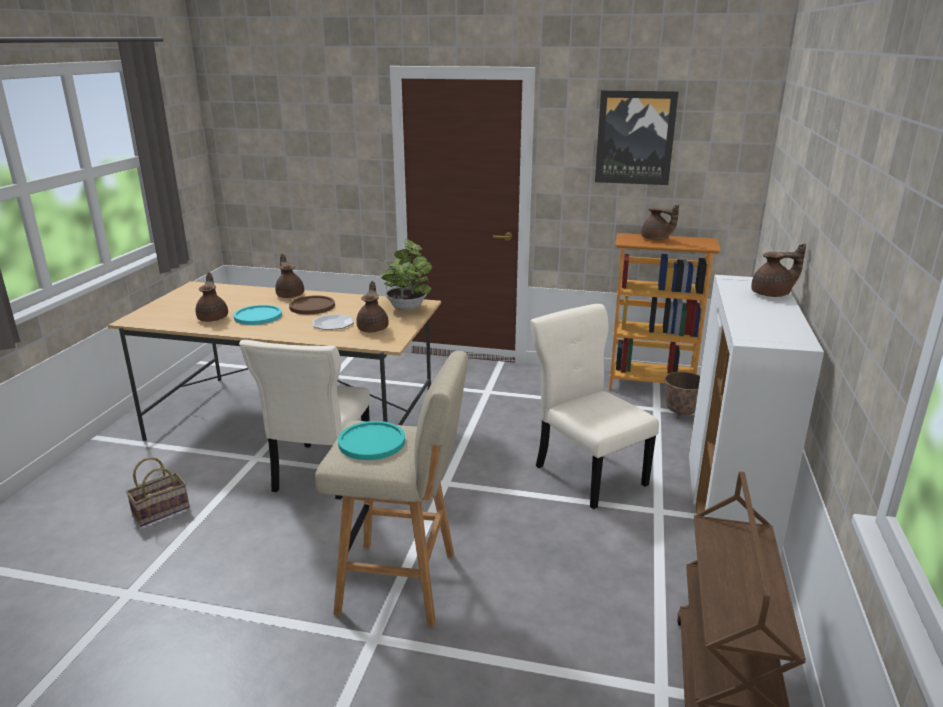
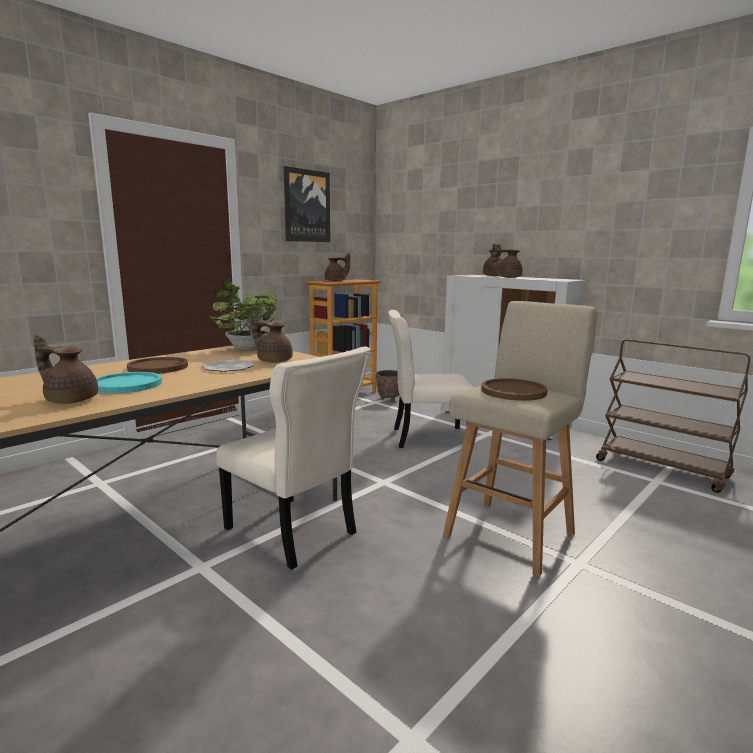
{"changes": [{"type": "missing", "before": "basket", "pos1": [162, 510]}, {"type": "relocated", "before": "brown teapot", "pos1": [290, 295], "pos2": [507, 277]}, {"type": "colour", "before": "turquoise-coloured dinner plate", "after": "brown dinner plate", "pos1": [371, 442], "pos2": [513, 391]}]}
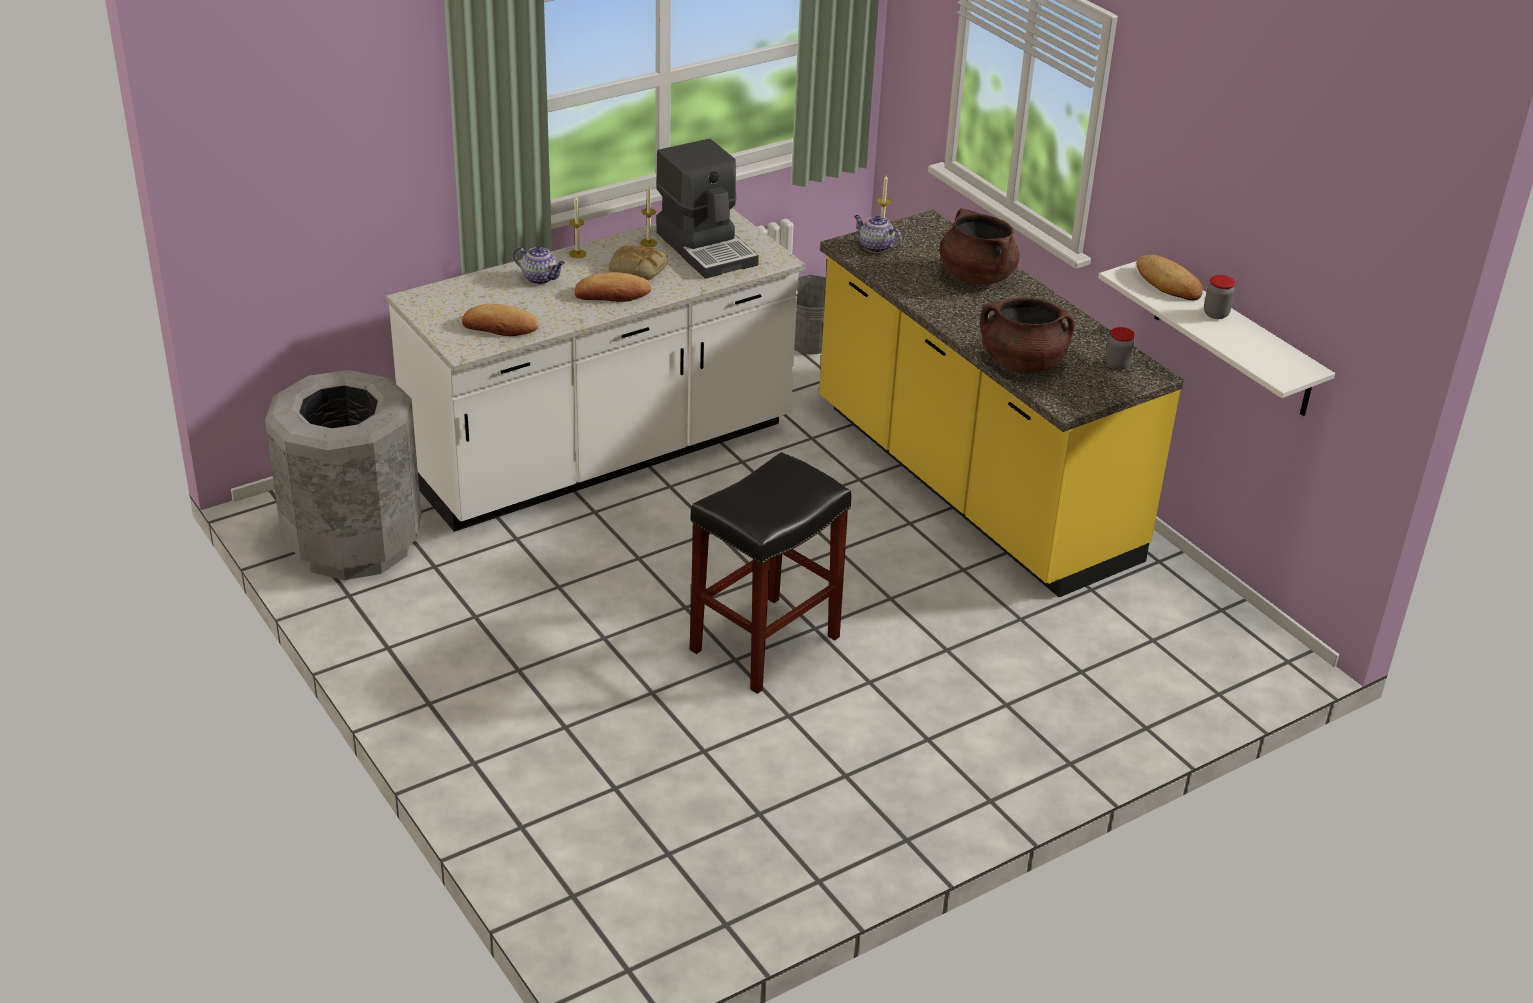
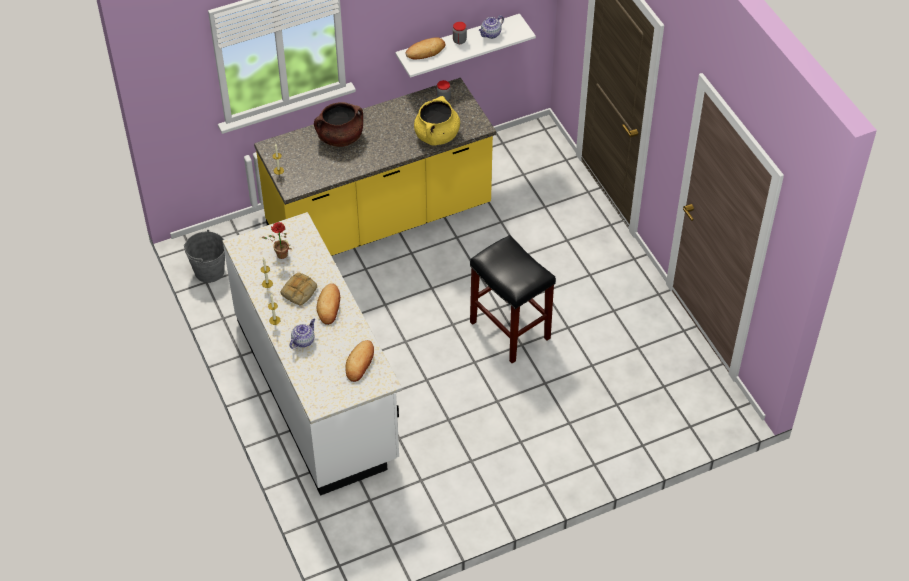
{"changes": [{"type": "missing", "before": "greyish trash can", "pos1": [353, 544]}, {"type": "relocated", "before": "teapot", "pos1": [875, 247], "pos2": [490, 34]}, {"type": "exchanged", "before": "coffee machine", "after": "houseplant", "pos1": [707, 248], "pos2": [279, 255]}, {"type": "colour", "before": "brown saucepot", "after": "yellow-coloured saucepot", "pos1": [1022, 363], "pos2": [437, 135]}]}
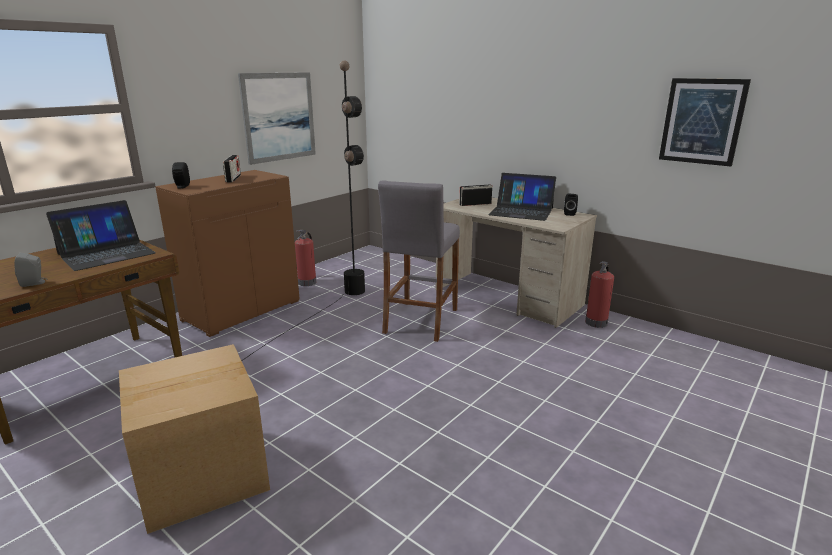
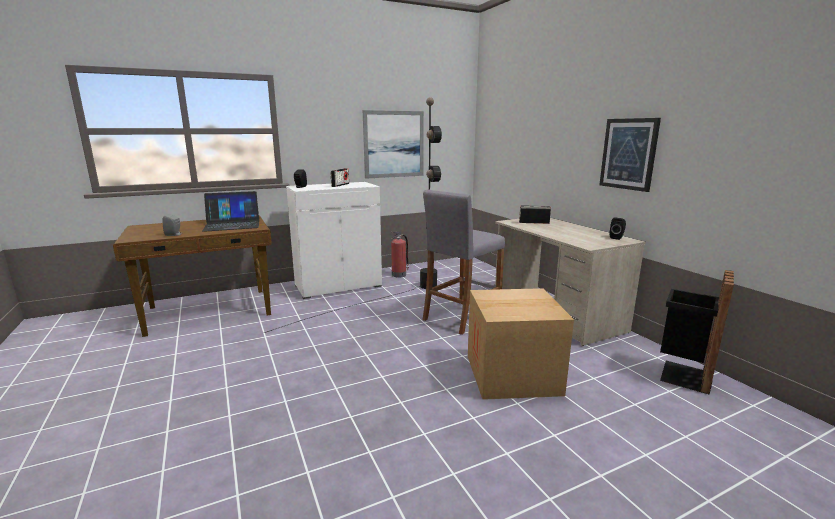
{"changes": [{"type": "missing", "before": "laptop", "pos1": [521, 211]}, {"type": "missing", "before": "fire extinguisher", "pos1": [596, 322]}, {"type": "appeared", "after": "black-coloured trash can", "pos2": [682, 375]}, {"type": "relocated", "before": "carton", "pos1": [202, 474], "pos2": [512, 375]}, {"type": "relocated", "before": "wall picture", "pos1": [702, 121], "pos2": [628, 154]}, {"type": "colour", "before": "brown cupboard", "after": "whitish cupboard", "pos1": [242, 310], "pos2": [338, 285]}]}
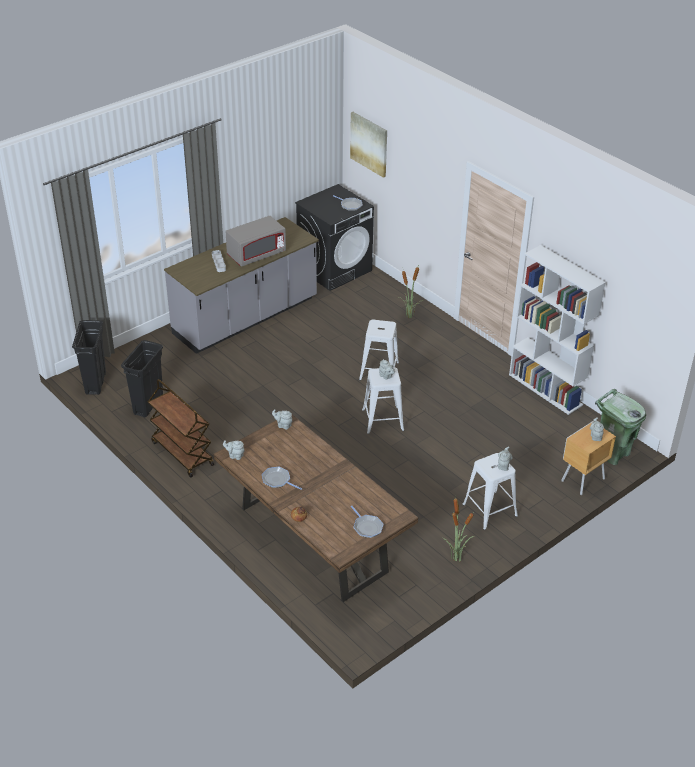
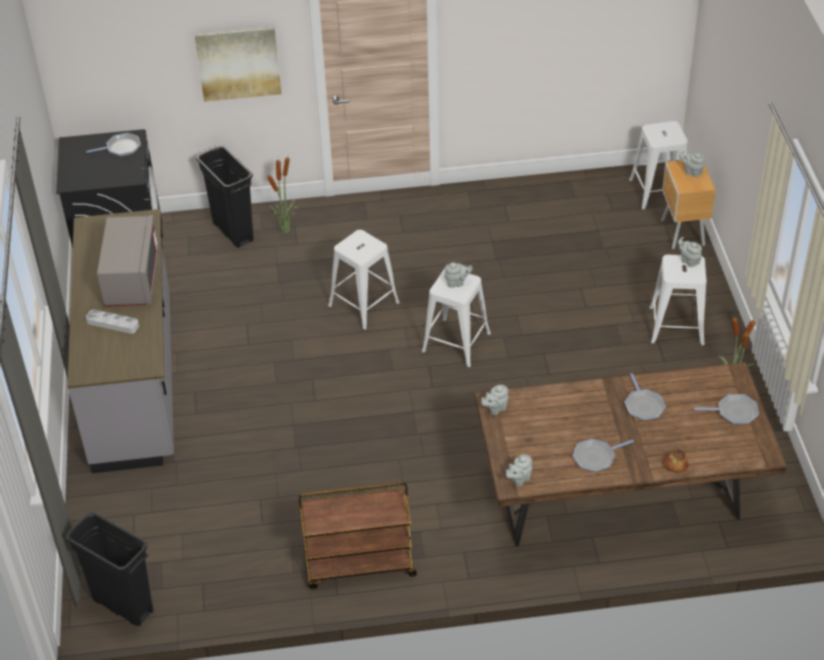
{"changes": [{"type": "missing", "before": "whitish bookcase", "pos1": [546, 390]}, {"type": "appeared", "after": "skillet", "pos2": [643, 406]}, {"type": "relocated", "before": "black-coloured trash can", "pos1": [148, 405], "pos2": [233, 232]}, {"type": "relocated", "before": "wall picture", "pos1": [369, 144], "pos2": [238, 63]}, {"type": "exchanged", "before": "green-coloured trash can", "after": "whitish stool seat", "pos1": [612, 453], "pos2": [658, 191]}]}
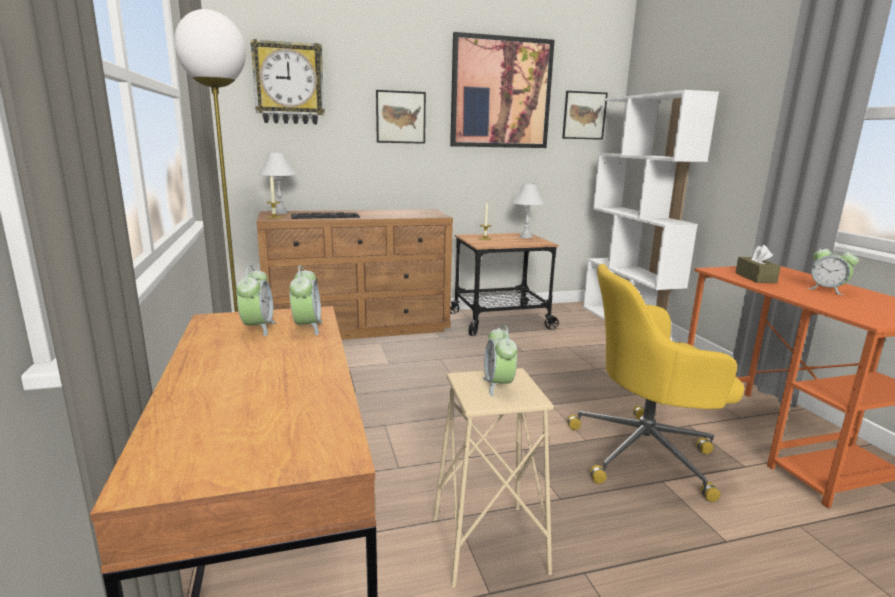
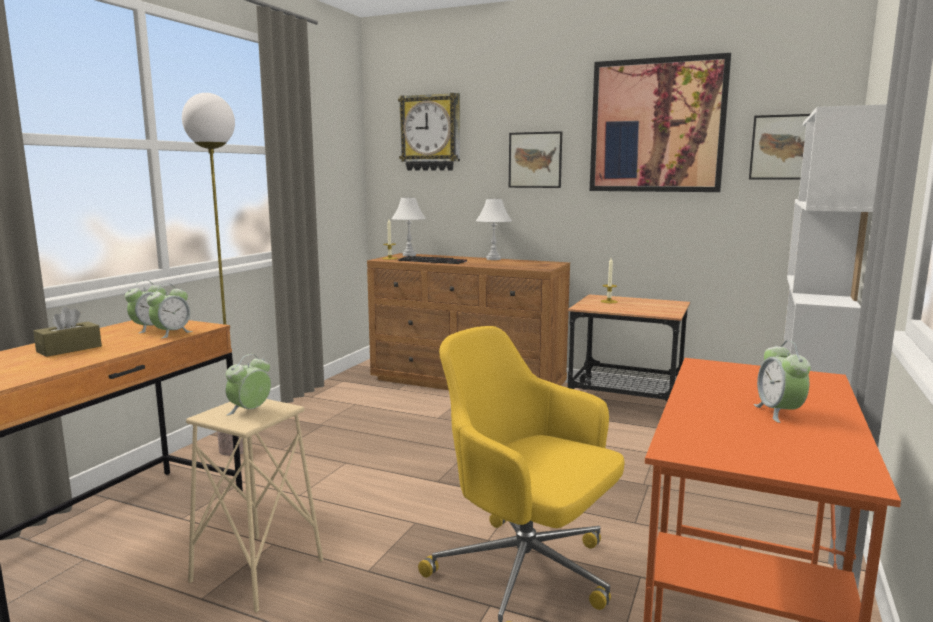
{"changes": [{"type": "relocated", "before": "whitish tabletop lamp", "pos1": [525, 237], "pos2": [493, 259]}, {"type": "relocated", "before": "brown tissue box", "pos1": [755, 278], "pos2": [69, 349]}]}
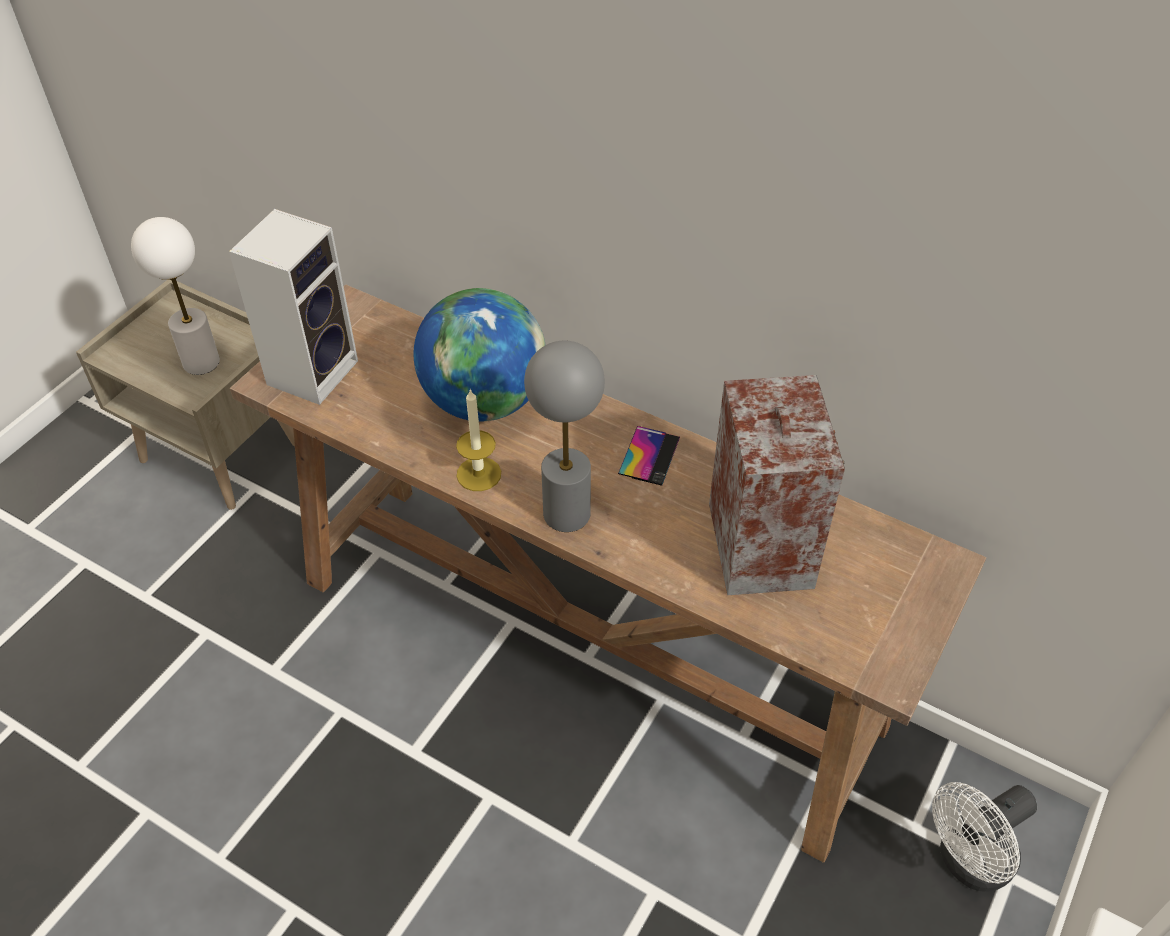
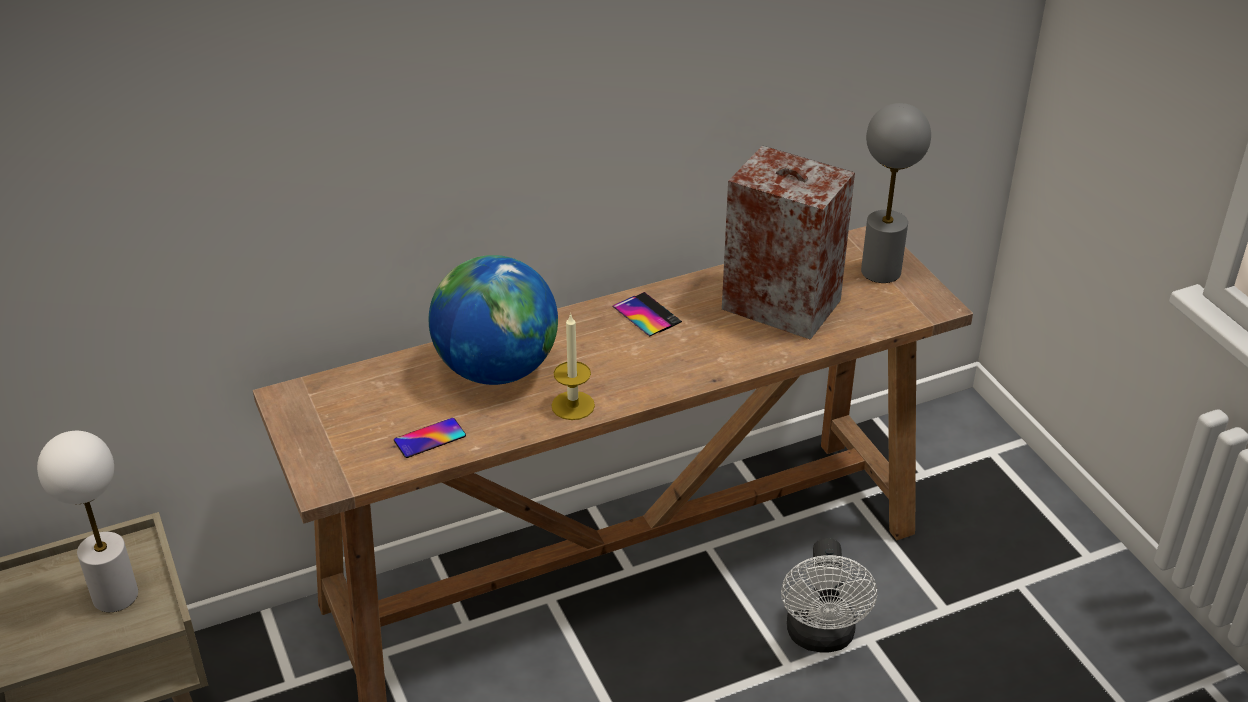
{"changes": [{"type": "missing", "before": "audio speaker", "pos1": [313, 370]}, {"type": "appeared", "after": "telephone", "pos2": [430, 438]}, {"type": "relocated", "before": "greyish tabletop lamp", "pos1": [566, 514], "pos2": [881, 272]}, {"type": "relocated", "before": "whitish fan", "pos1": [968, 863], "pos2": [821, 637]}]}
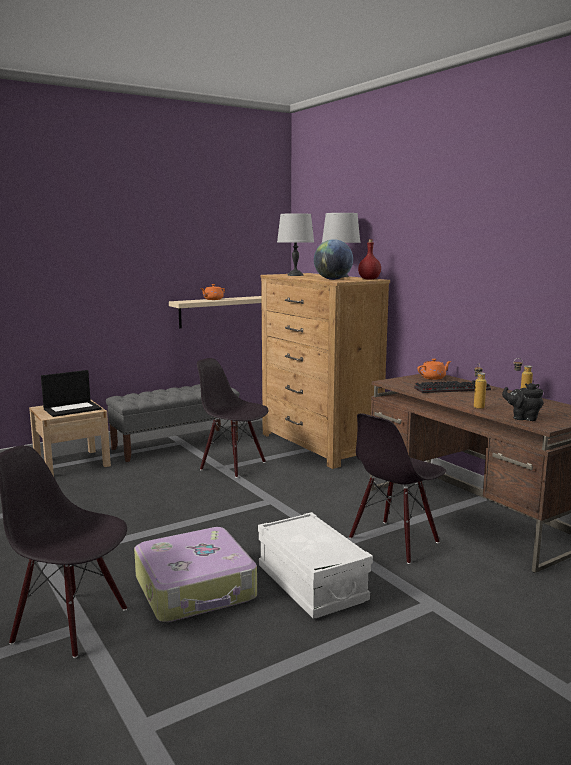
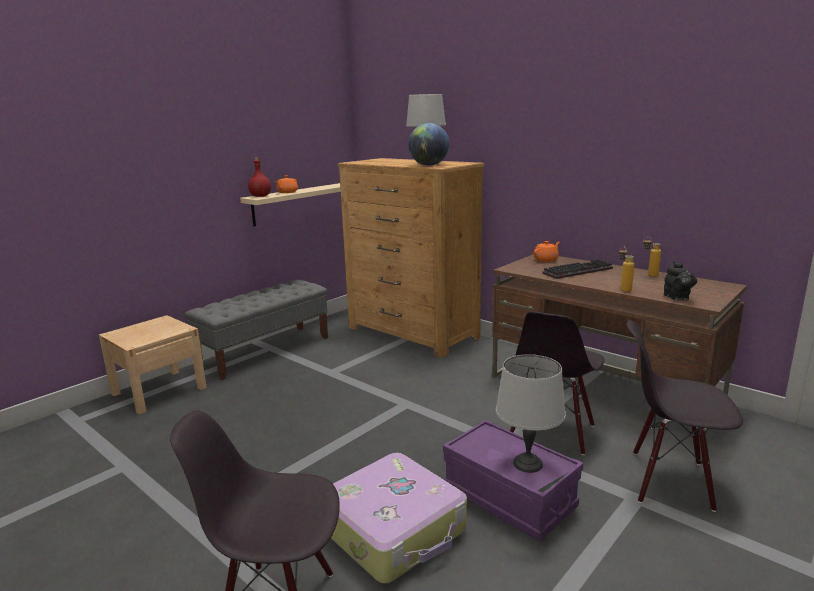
{"changes": [{"type": "missing", "before": "laptop", "pos1": [72, 409]}, {"type": "relocated", "before": "black-coloured plain chair", "pos1": [233, 465], "pos2": [670, 481]}, {"type": "relocated", "before": "greyish tabletop lamp", "pos1": [295, 275], "pos2": [528, 464]}, {"type": "relocated", "before": "red beverage bottle", "pos1": [369, 279], "pos2": [261, 196]}, {"type": "colour", "before": "whitish storage box", "after": "purple storage box", "pos1": [311, 584], "pos2": [509, 498]}, {"type": "spun", "before": "black-coloured teapot", "pos1": [523, 418], "pos2": [677, 298], "turn": -105}]}
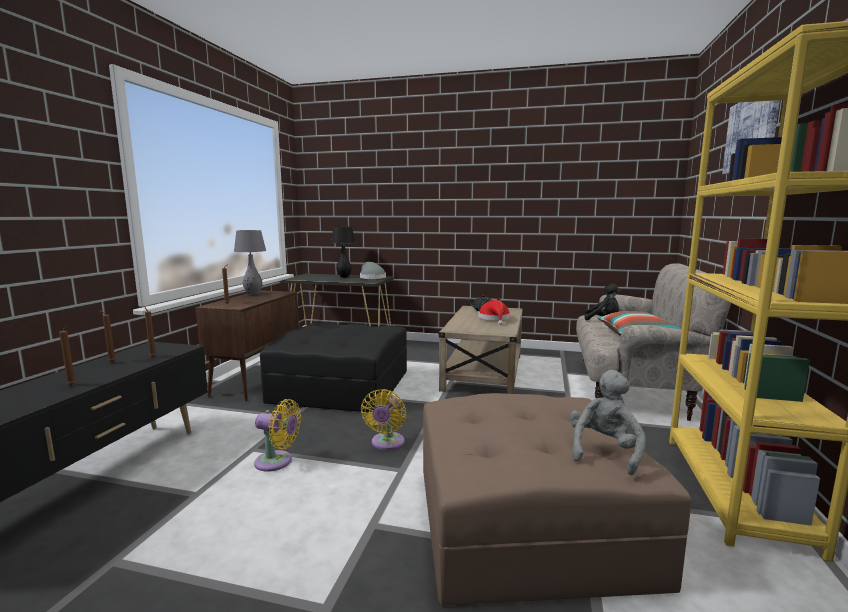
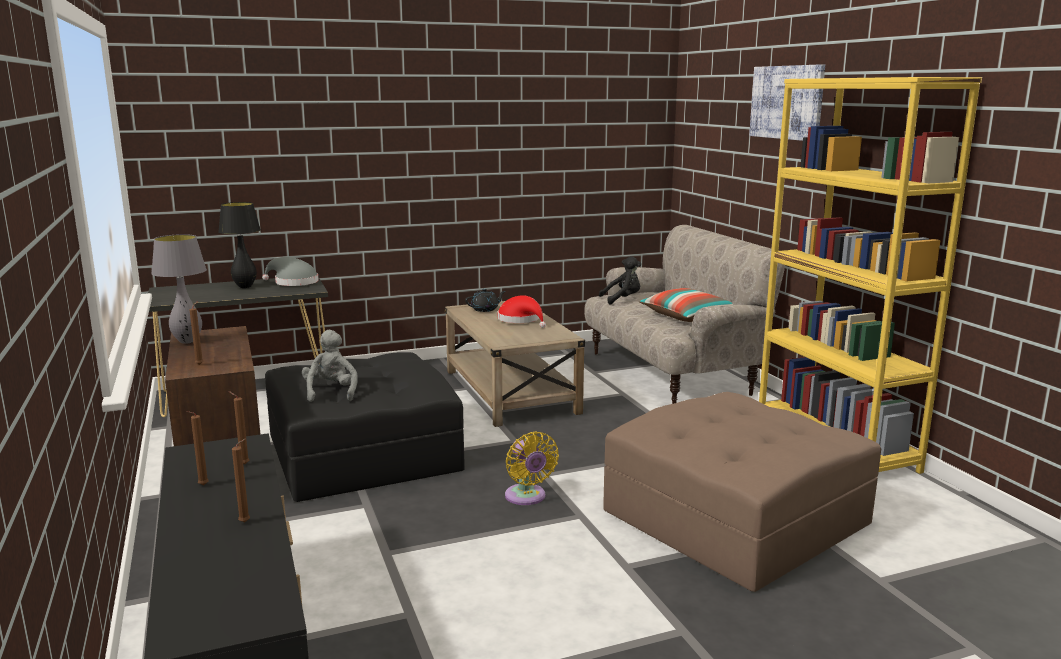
{"changes": [{"type": "missing", "before": "yellow-coloured fan", "pos1": [277, 462]}, {"type": "relocated", "before": "greyish cuddly toy", "pos1": [604, 451], "pos2": [331, 392]}]}
